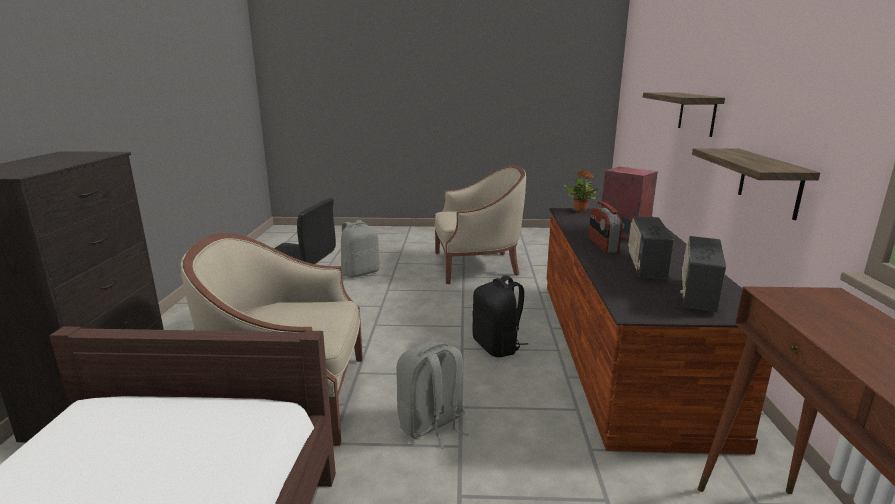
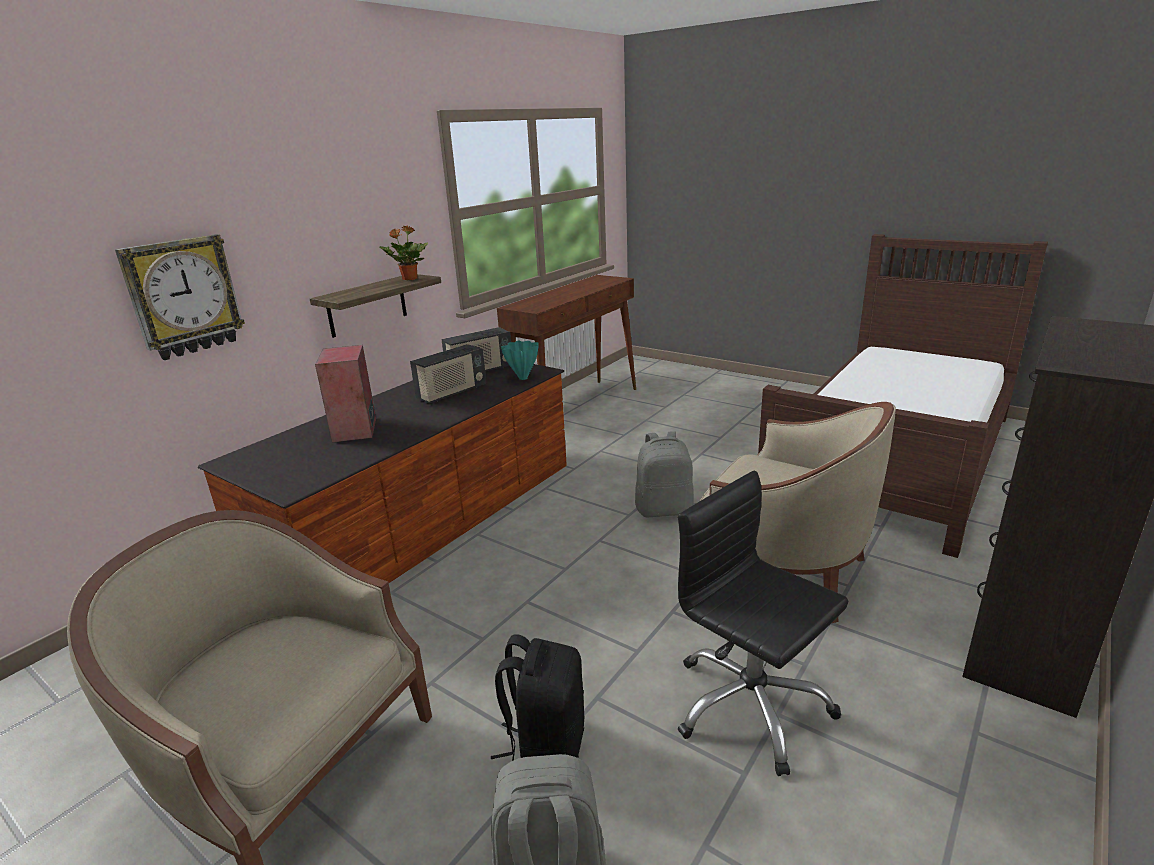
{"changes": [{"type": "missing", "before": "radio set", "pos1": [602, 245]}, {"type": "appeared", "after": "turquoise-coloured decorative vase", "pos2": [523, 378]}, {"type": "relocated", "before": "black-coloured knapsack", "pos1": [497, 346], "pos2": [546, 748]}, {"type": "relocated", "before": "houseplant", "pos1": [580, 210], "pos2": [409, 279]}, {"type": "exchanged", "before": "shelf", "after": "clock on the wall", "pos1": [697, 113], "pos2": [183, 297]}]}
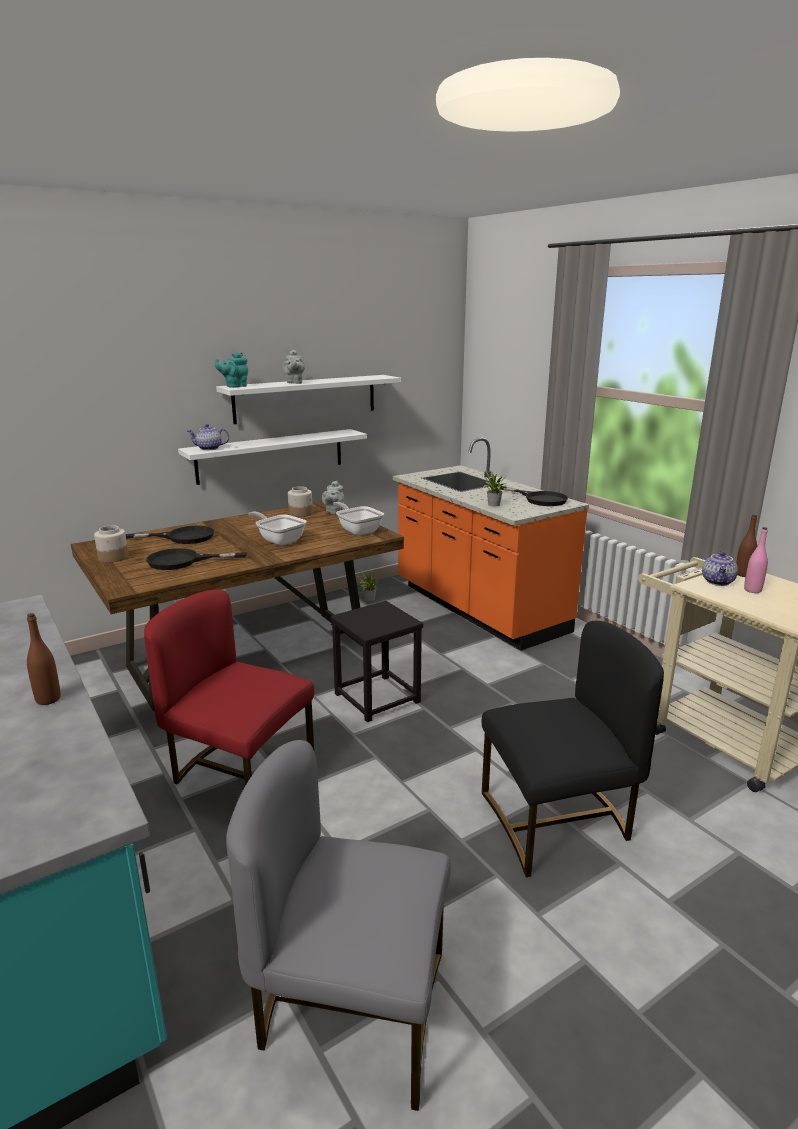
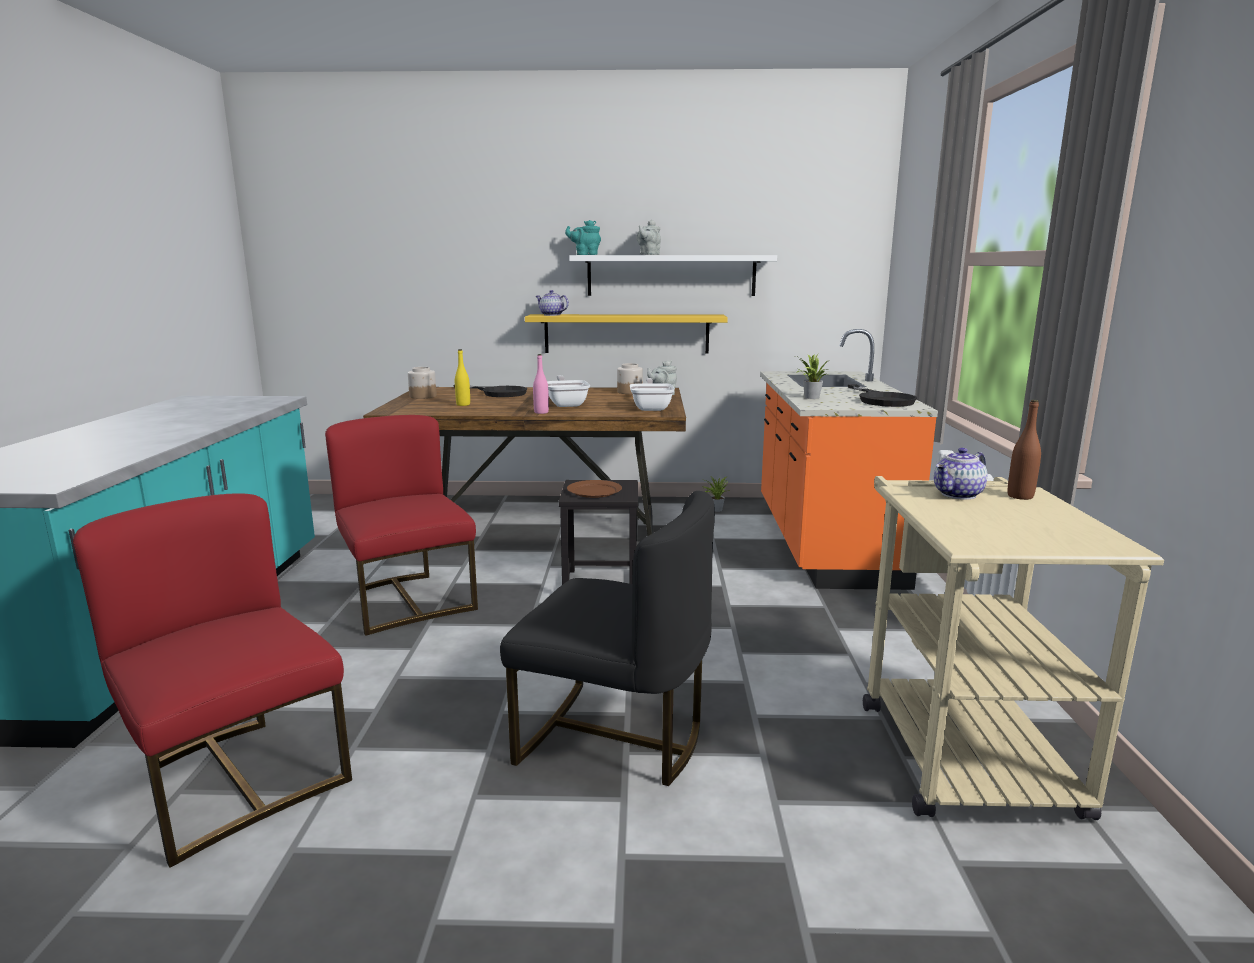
{"changes": [{"type": "missing", "before": "brown beverage bottle", "pos1": [48, 699]}, {"type": "appeared", "after": "brown dinner plate", "pos2": [594, 491]}, {"type": "relocated", "before": "pink beverage bottle", "pos1": [752, 590], "pos2": [541, 412]}, {"type": "exchanged", "before": "black-coloured skillet", "after": "yellow-coloured beverage bottle", "pos1": [183, 561], "pos2": [463, 404]}, {"type": "colour", "before": "whitish shelf", "after": "yellow-coloured shelf", "pos1": [271, 456], "pos2": [626, 333]}, {"type": "colour", "before": "greyish plain chair", "after": "red plain chair", "pos1": [351, 1009], "pos2": [237, 779]}]}
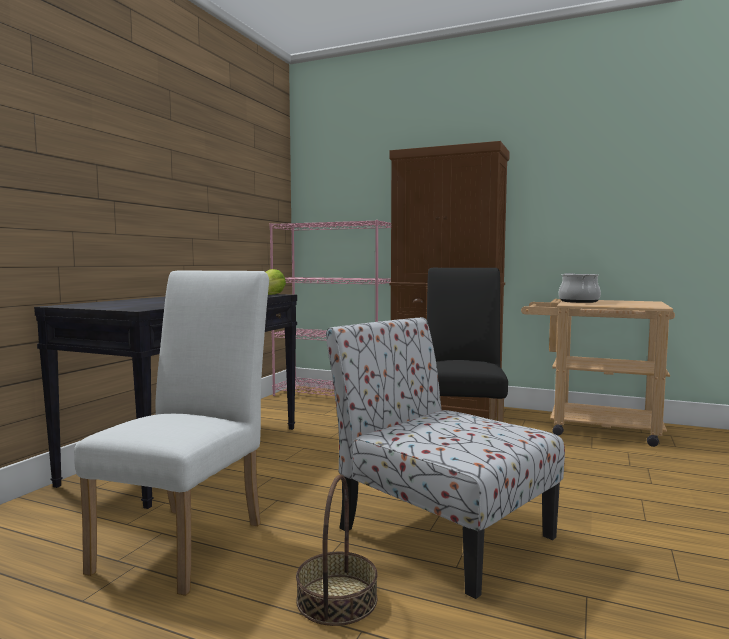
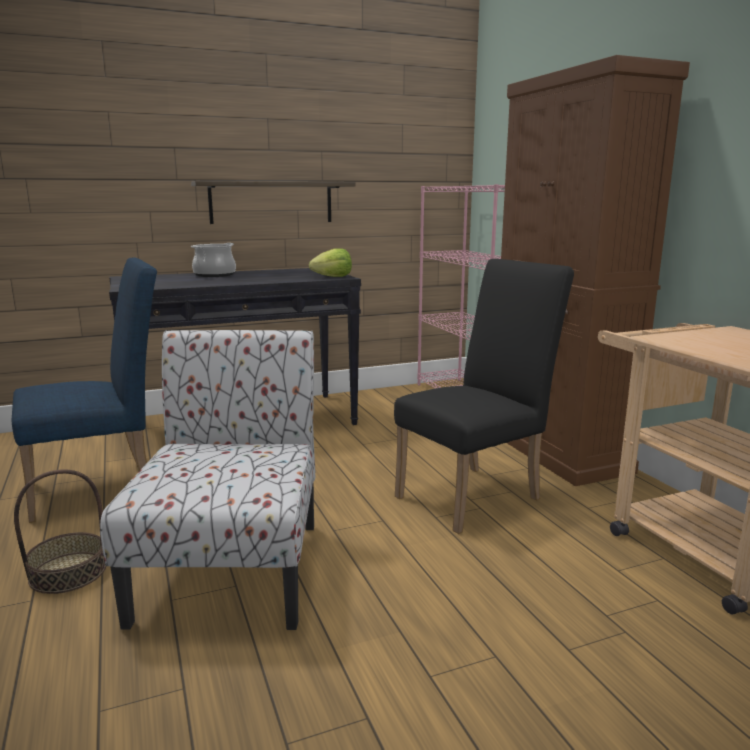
{"changes": [{"type": "appeared", "after": "shelf", "pos2": [271, 202]}, {"type": "relocated", "before": "saucepot", "pos1": [578, 301], "pos2": [214, 275]}, {"type": "colour", "before": "whitish plain chair", "after": "bluish plain chair", "pos1": [189, 540], "pos2": [103, 488]}]}
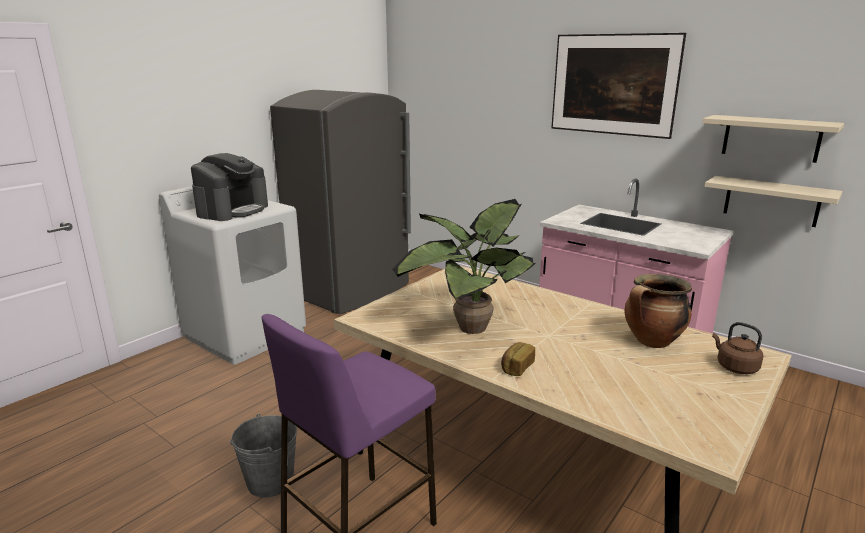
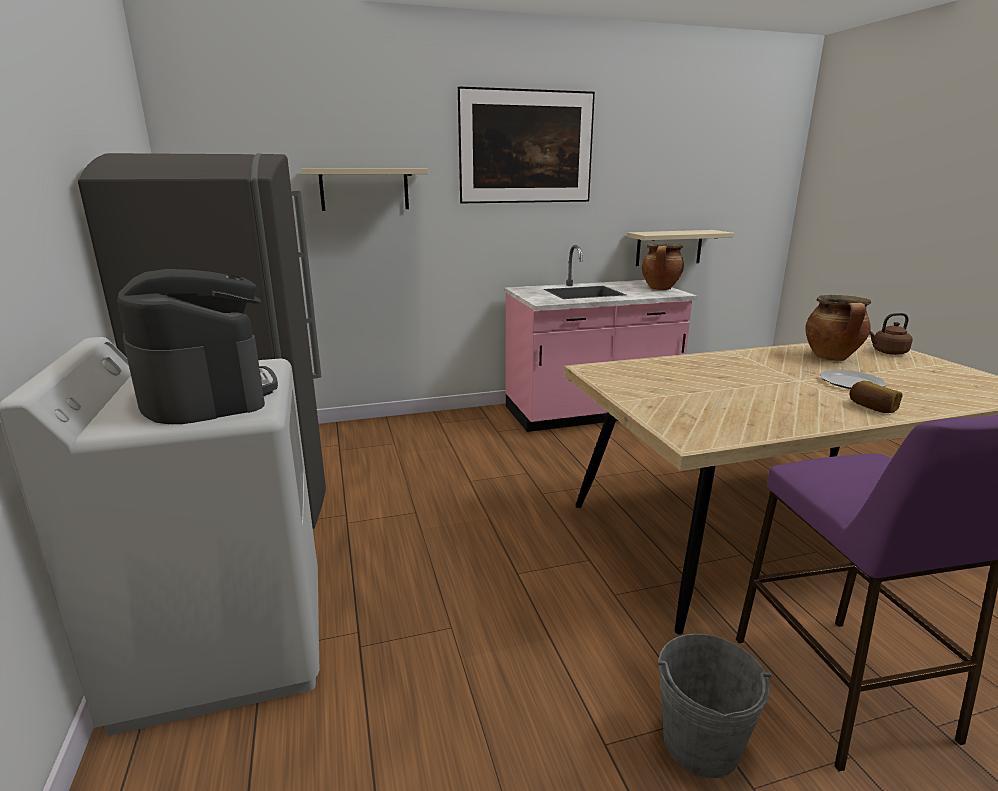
{"changes": [{"type": "missing", "before": "houseplant", "pos1": [467, 326]}, {"type": "appeared", "after": "saucepot", "pos2": [660, 289]}, {"type": "appeared", "after": "dinner plate", "pos2": [850, 382]}, {"type": "relocated", "before": "sand-coloured shelf", "pos1": [771, 138], "pos2": [364, 189]}]}
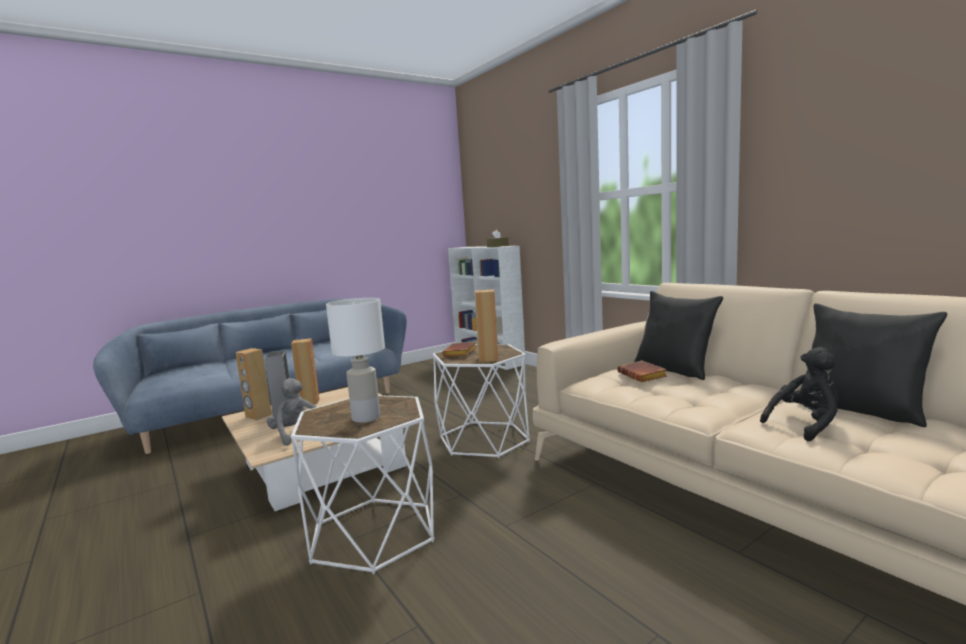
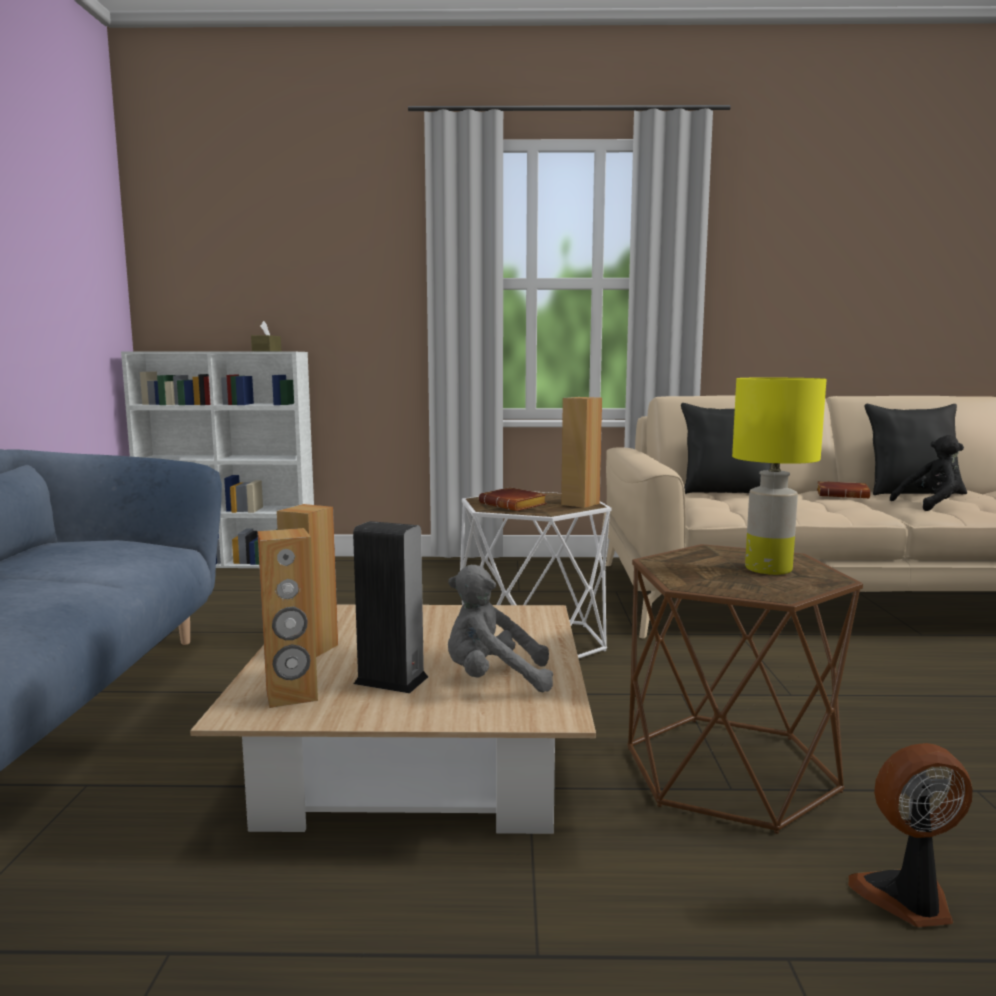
{"changes": [{"type": "appeared", "after": "fan", "pos2": [907, 900]}, {"type": "relocated", "before": "brown volume", "pos1": [643, 376], "pos2": [843, 495]}, {"type": "colour", "before": "whitish end table", "after": "brown end table", "pos1": [373, 533], "pos2": [728, 769]}, {"type": "colour", "before": "whitish tabletop lamp", "after": "yellow-coloured tabletop lamp", "pos1": [365, 418], "pos2": [769, 569]}, {"type": "spun", "before": "black-coloured cuddly toy", "pos1": [806, 425], "pos2": [931, 505], "turn": 60}]}
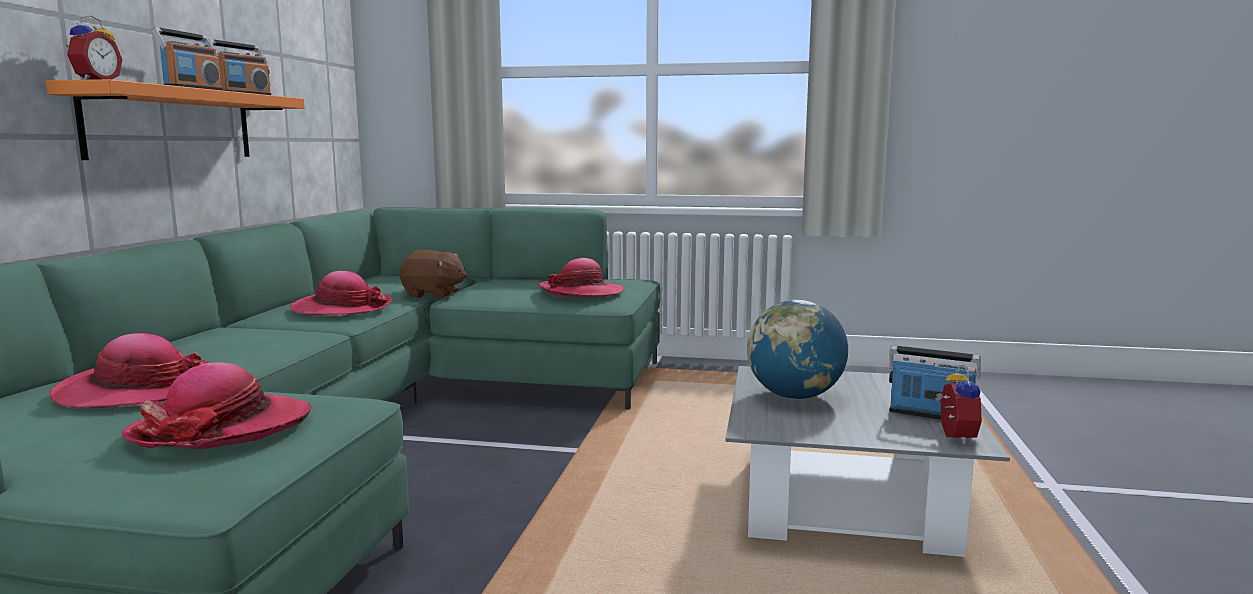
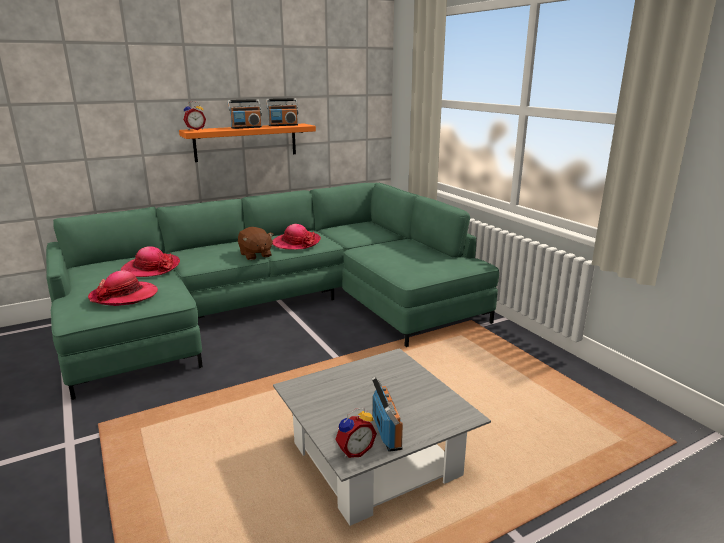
{"changes": [{"type": "missing", "before": "clothing hat", "pos1": [581, 292]}, {"type": "missing", "before": "desk globe", "pos1": [795, 396]}, {"type": "relocated", "before": "brown cuddly toy", "pos1": [433, 295], "pos2": [255, 255]}]}
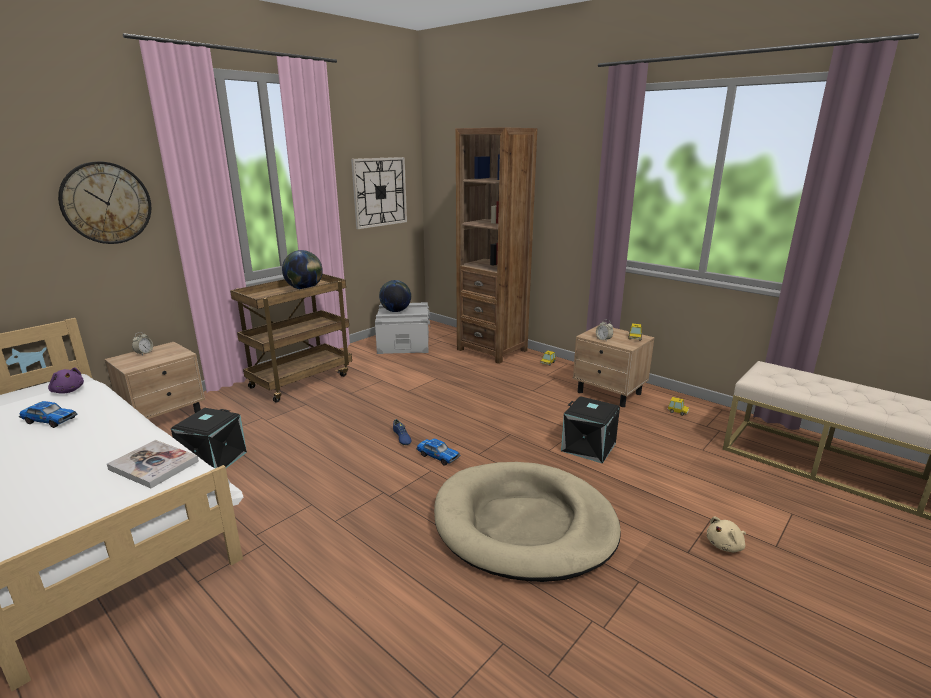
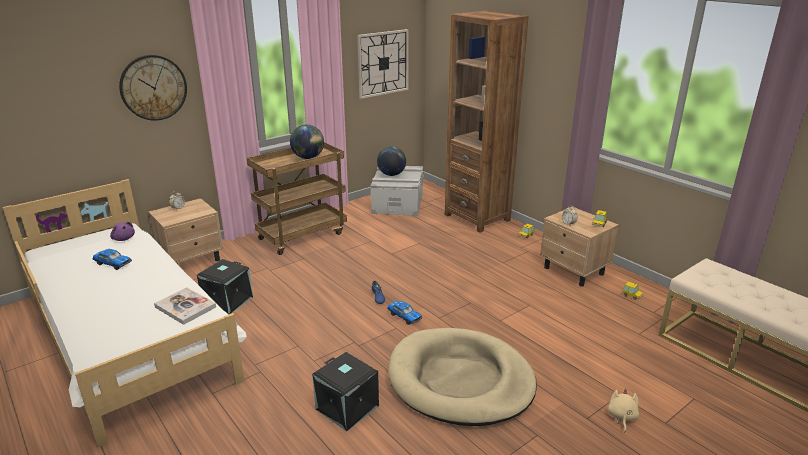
{"changes": [{"type": "relocated", "before": "black-coloured storage box", "pos1": [587, 447], "pos2": [346, 408]}, {"type": "spun", "before": "sand-coloured cuddly toy", "pos1": [725, 545], "pos2": [621, 417], "turn": 120}]}
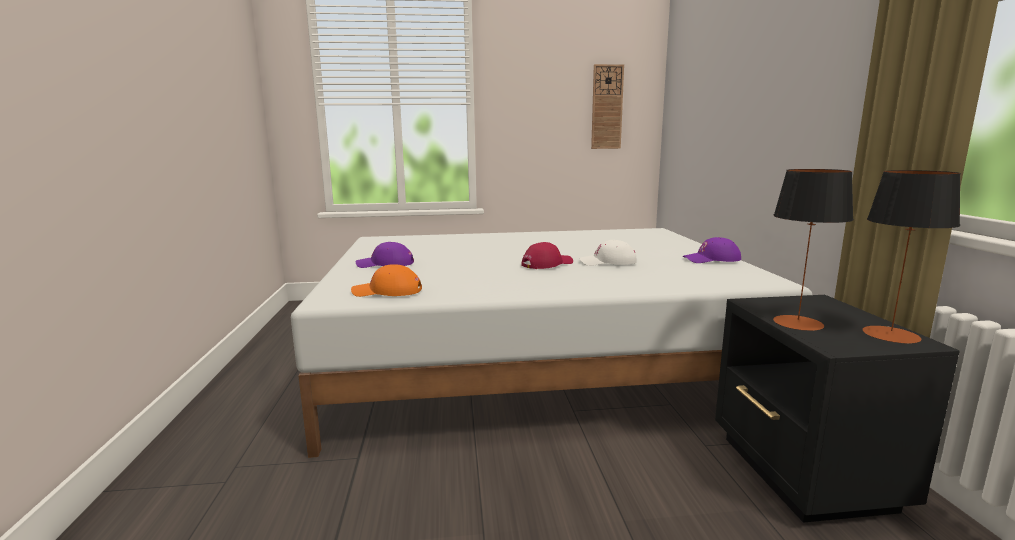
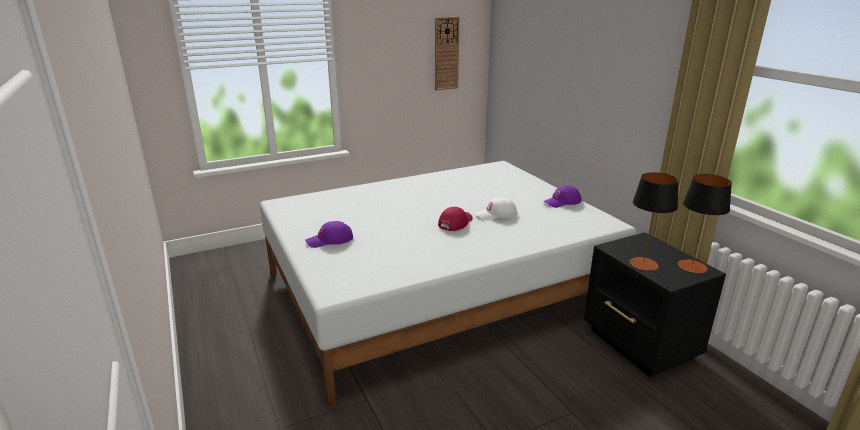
{"changes": [{"type": "missing", "before": "orangey peaked cap", "pos1": [387, 292]}]}
